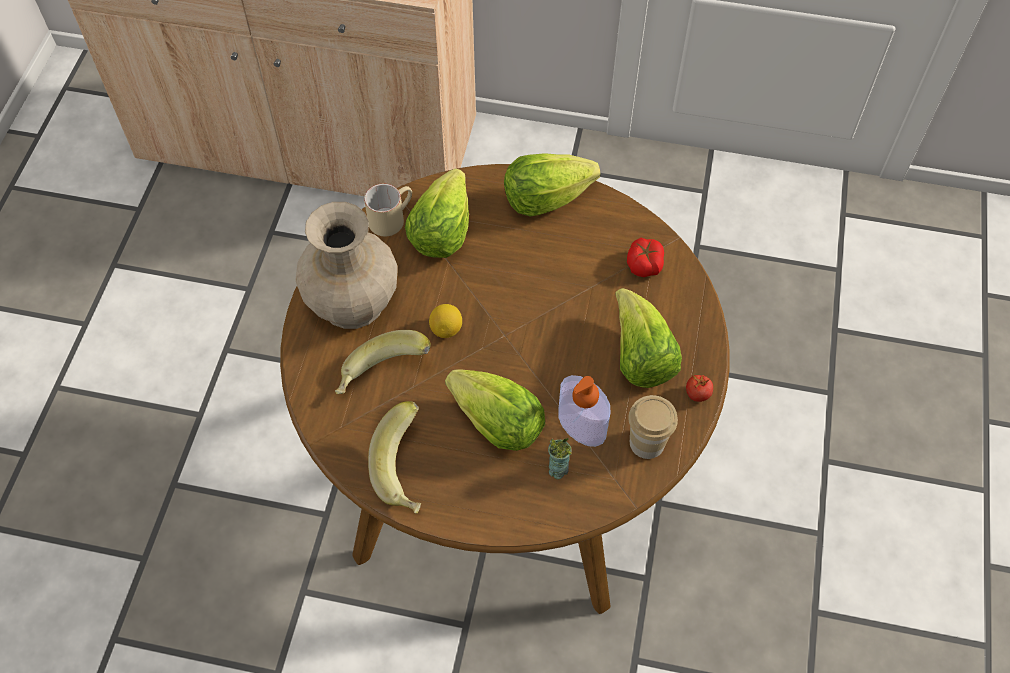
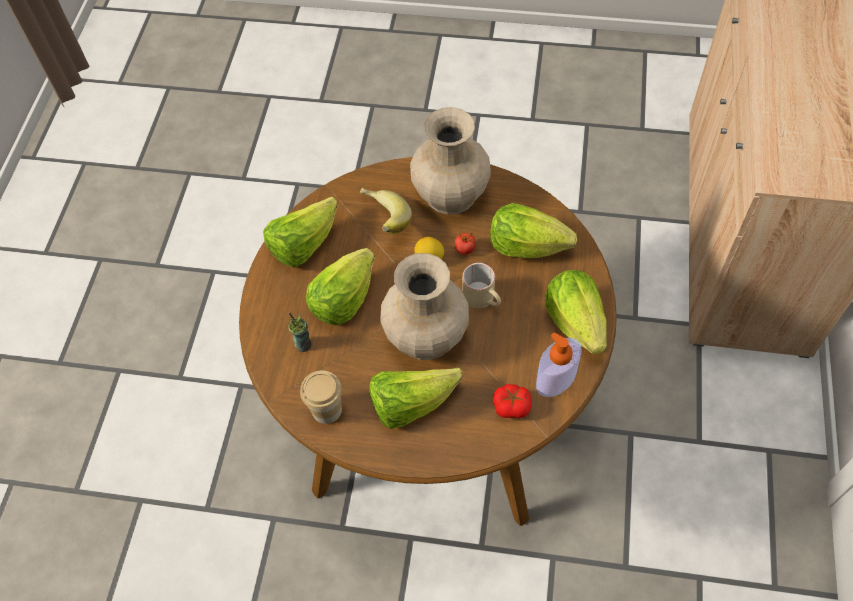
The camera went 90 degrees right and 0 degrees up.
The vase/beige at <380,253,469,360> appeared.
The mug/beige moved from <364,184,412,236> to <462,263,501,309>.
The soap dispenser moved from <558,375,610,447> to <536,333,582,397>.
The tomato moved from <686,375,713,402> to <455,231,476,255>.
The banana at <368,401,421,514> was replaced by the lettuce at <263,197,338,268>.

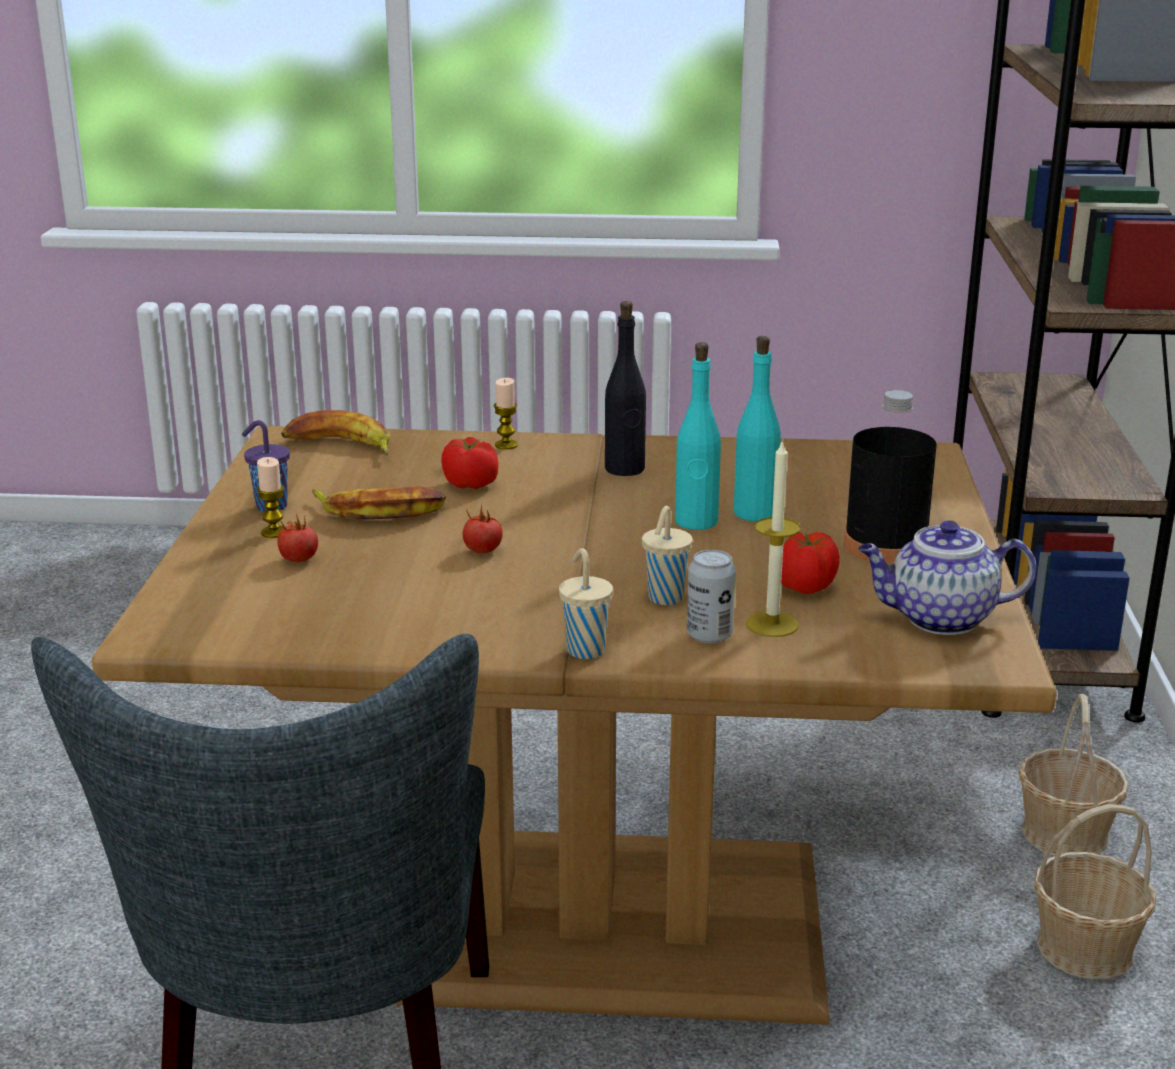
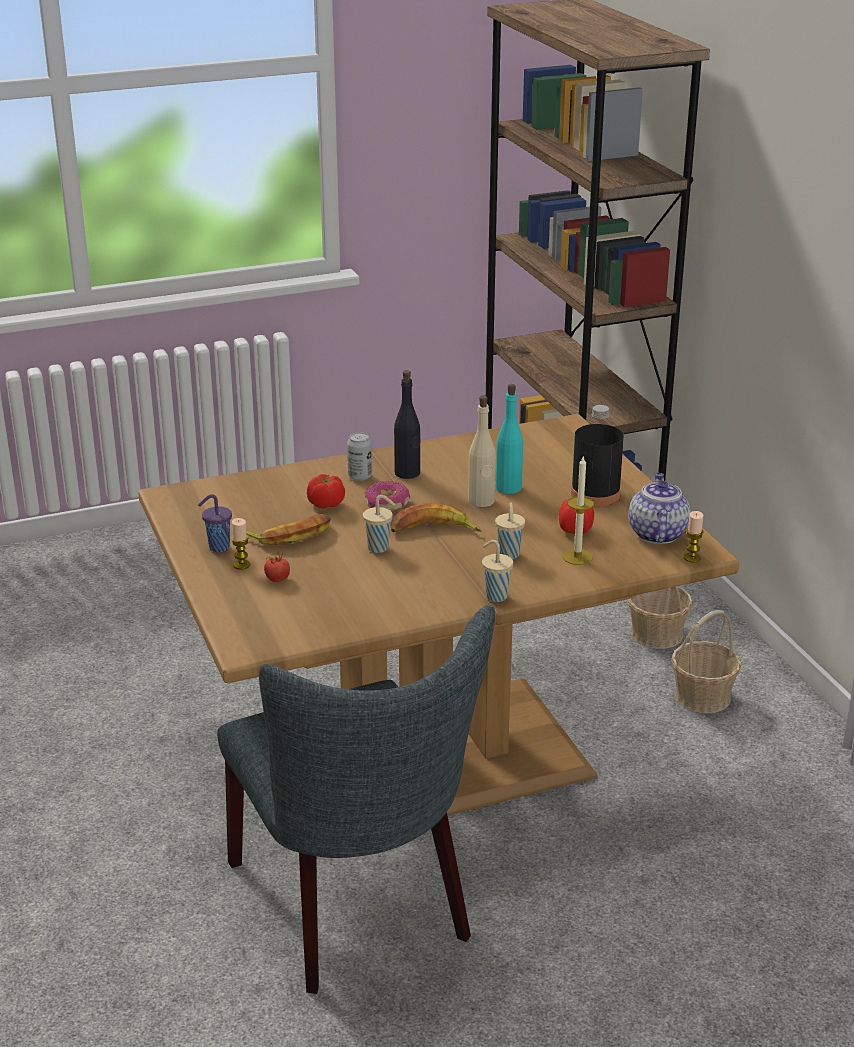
The camera went 25 degrees left and 5 degrees up.
The donut at <365,481,410,511> appeared.
The banana moved from <281,410,390,455> to <390,503,482,532>.
The candle moved from <494,378,518,450> to <684,511,704,562>.
The can moved from <687,550,736,644> to <347,432,372,481>.
The tomato at <463,505,503,553> was replaced by the cup/beige at <363,495,396,553>.
The bottle/turquoise at <675,342,721,530> became the bottle/beige at <468,396,496,507>.
The teapot at <858,520,1036,635> turned 120 degrees clockwise.

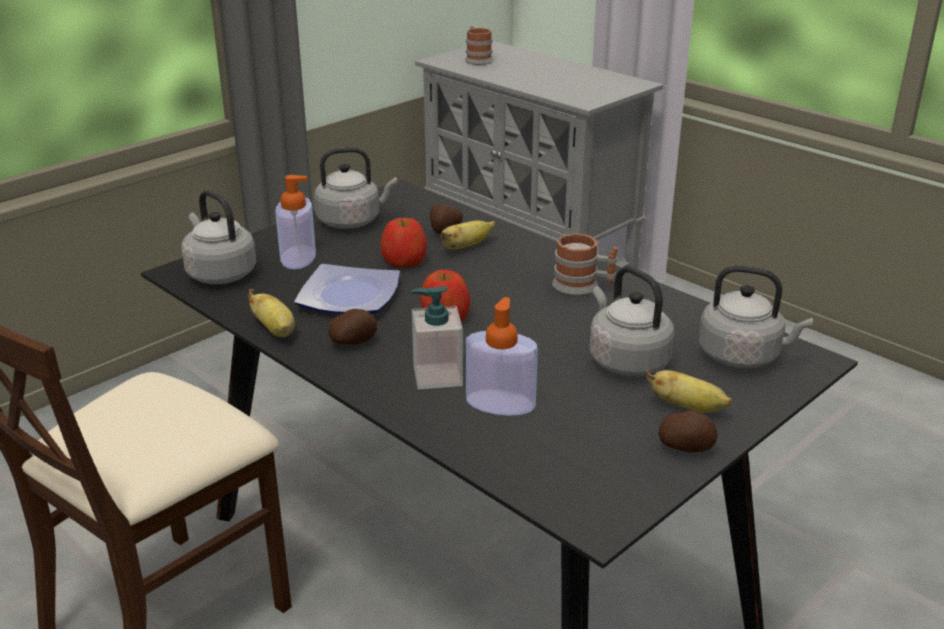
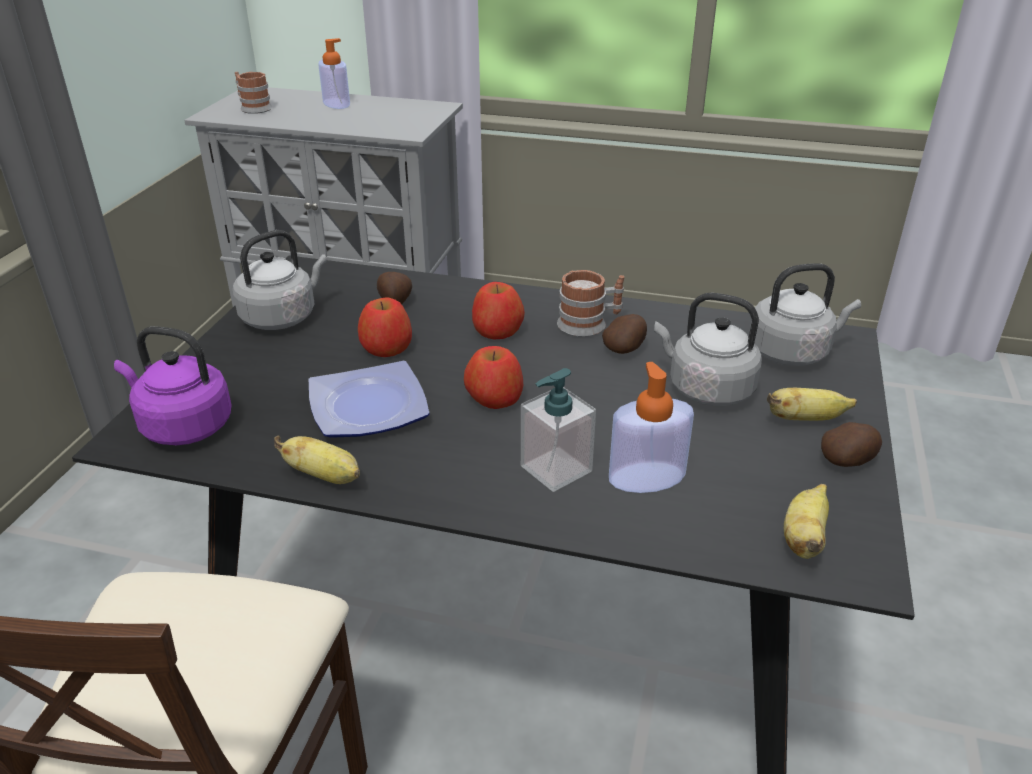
The camera went 30 degrees left and 5 degrees up.
The apple at <472,282,525,340> appeared.
The soap dispenser moved from <275,175,316,269> to <318,38,350,109>.
The potato moved from <328,309,377,345> to <602,314,647,354>.
The banana moved from <441,221,495,250> to <784,484,829,559>.
The kettle/grey at <181,190,256,284> became the kettle/purple at <114,326,231,445>.

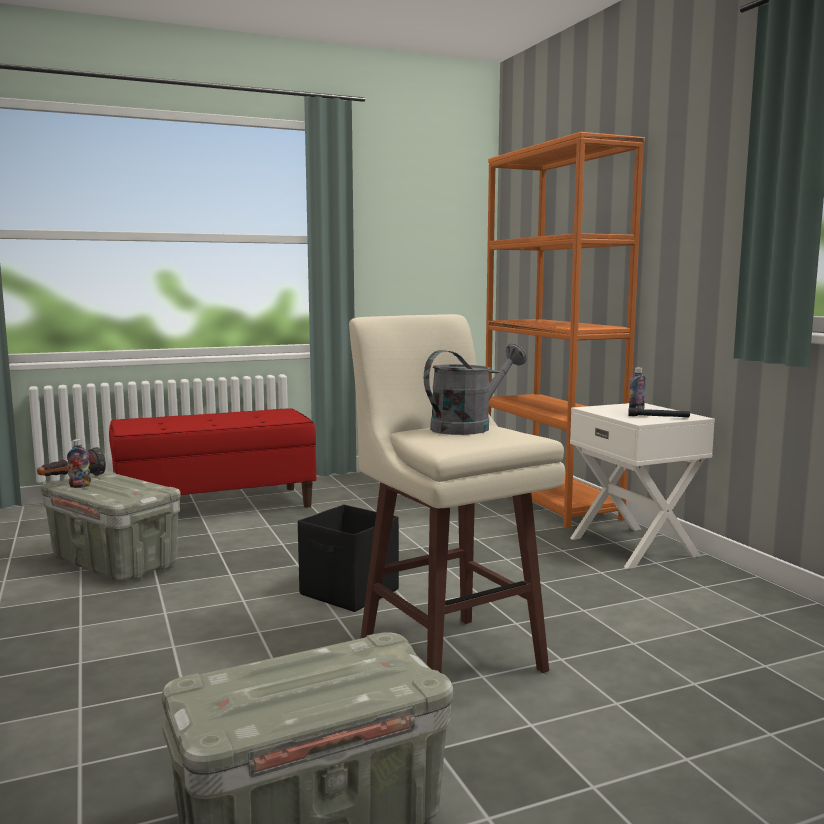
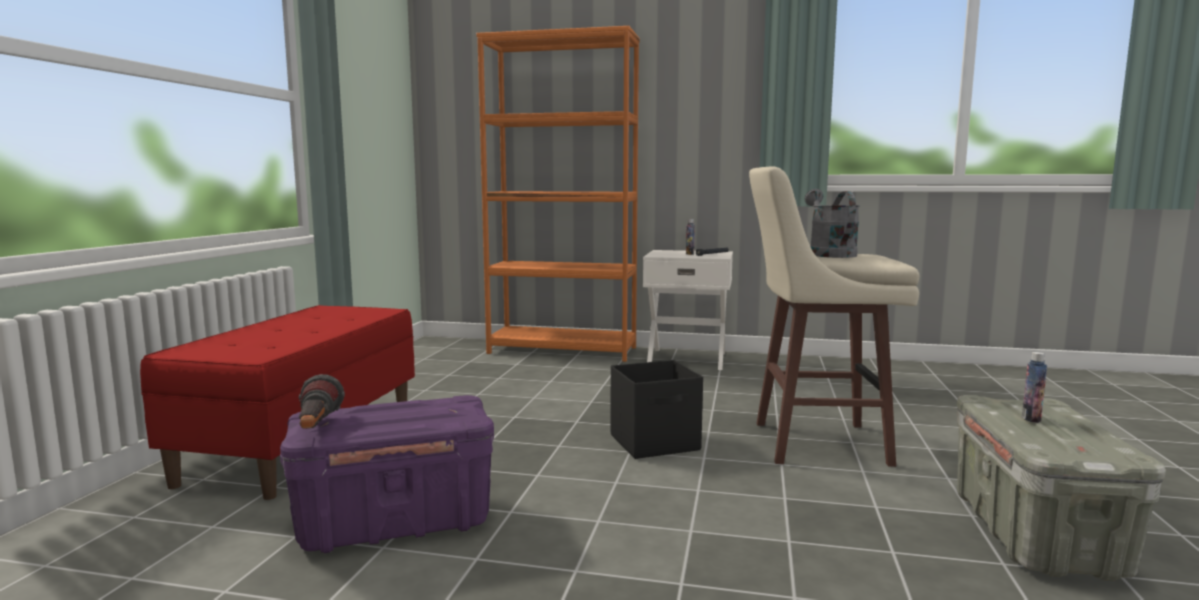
The camera went 55 degrees left and 0 degrees up.
The bottle moved from <67,439,91,488> to <1022,352,1047,423>.
The storage box/grey at <41,471,181,581> became the storage box/purple at <280,395,494,553>.

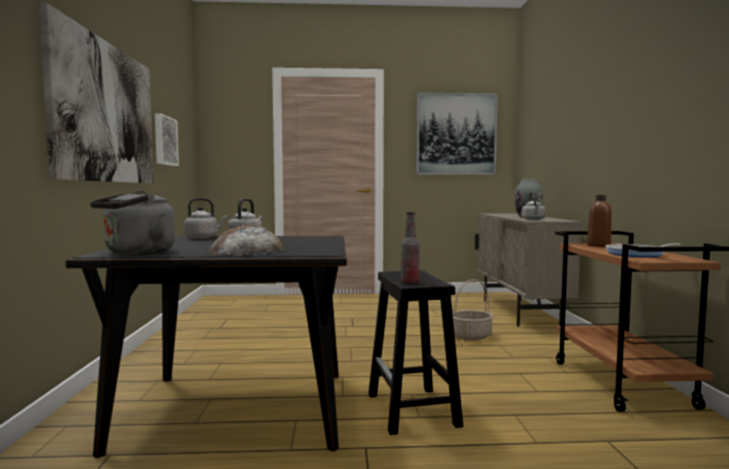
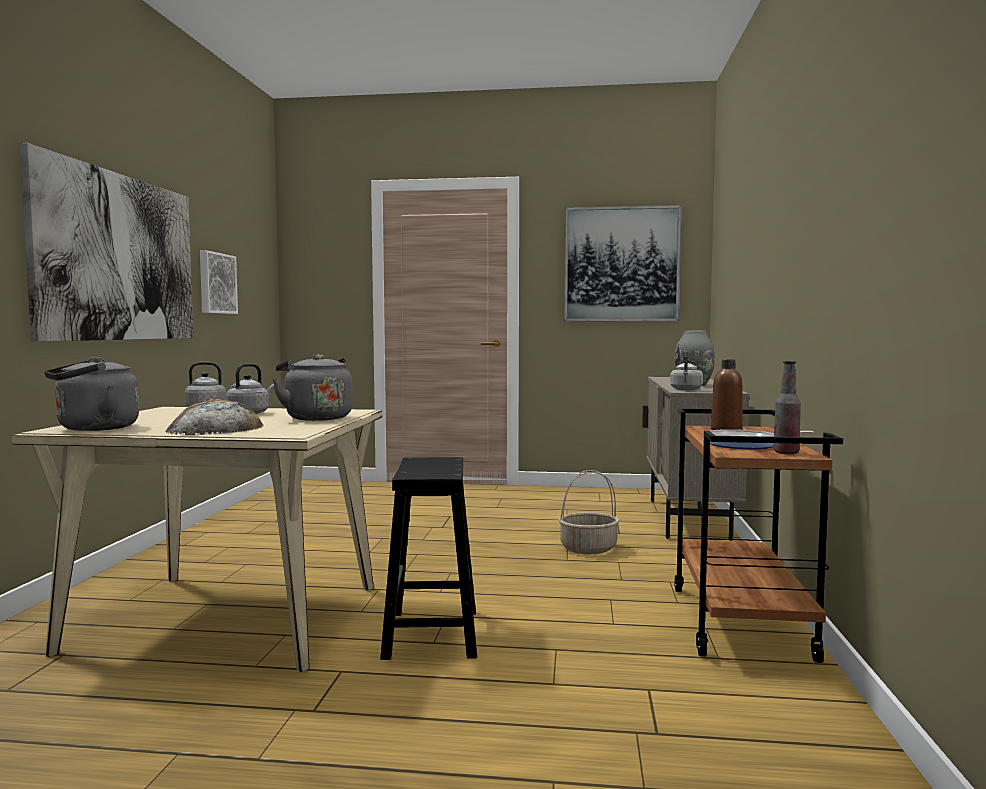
The camera went 10 degrees right and 0 degrees up.
The kettle/grey at <272,354,353,421> appeared.
The bottle moved from <401,212,420,284> to <773,361,801,454>.
The dining table/black at <66,236,347,458> became the dining table/beige at <12,407,382,672>.

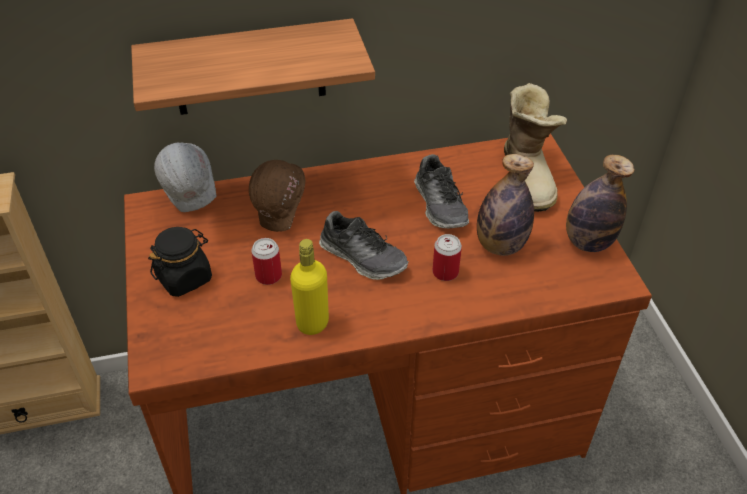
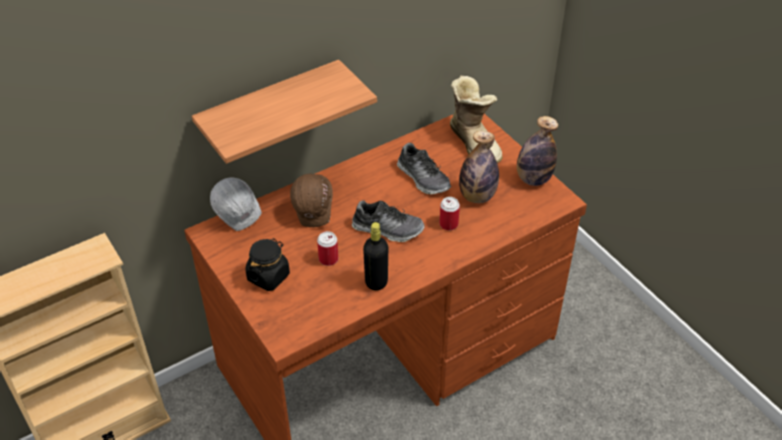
The camera went 20 degrees left and 0 degrees up.
The bottle/yellow at <290,239,329,335> became the bottle/black at <363,222,388,291>.

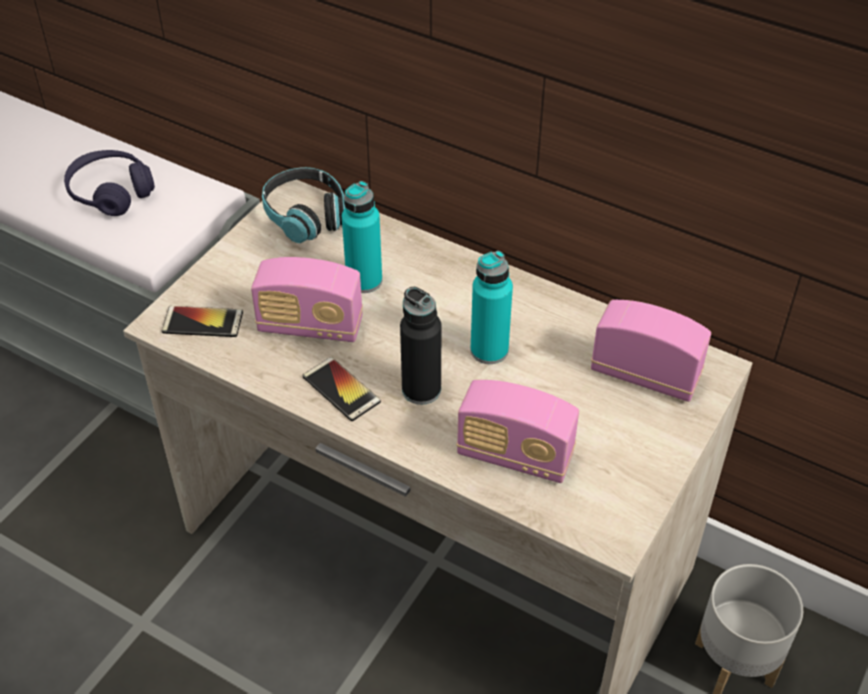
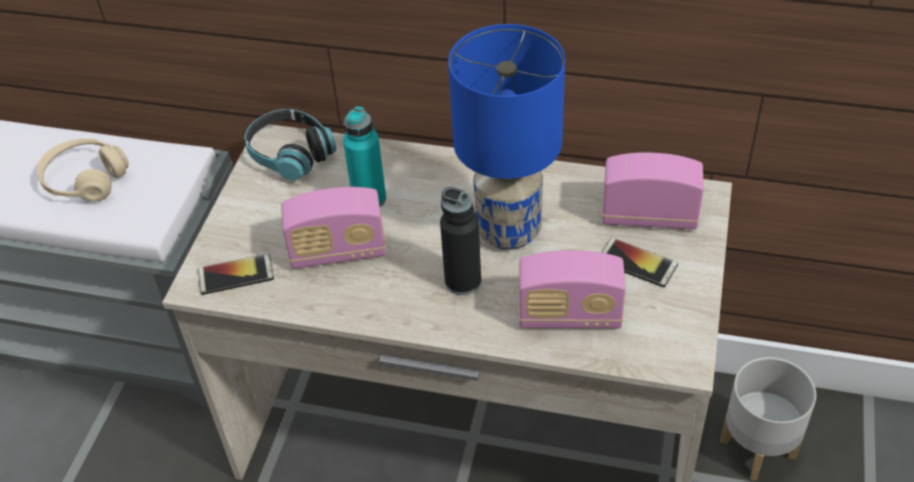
The camera went 15 degrees left and 0 degrees up.
The phone moved from <303,357,381,421> to <601,238,678,287>.
The bottle/turquoise at <470,251,513,364> was replaced by the table lamp/blue at <448,24,565,250>.
The headphones/purple at <64,150,155,216> became the headphones/beige at <37,139,129,201>.

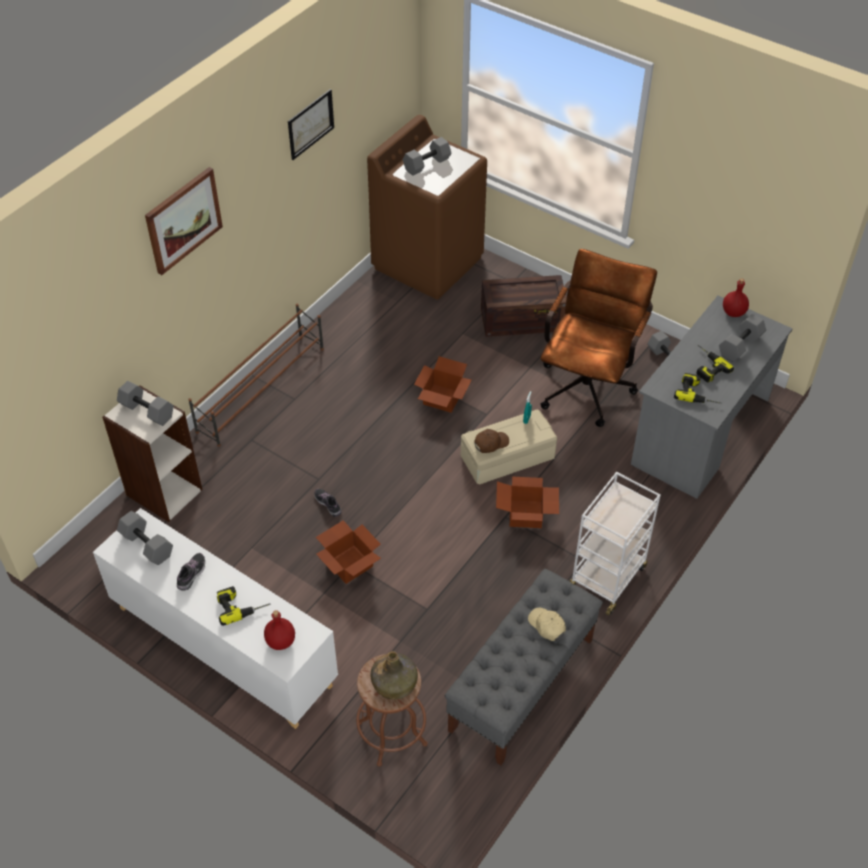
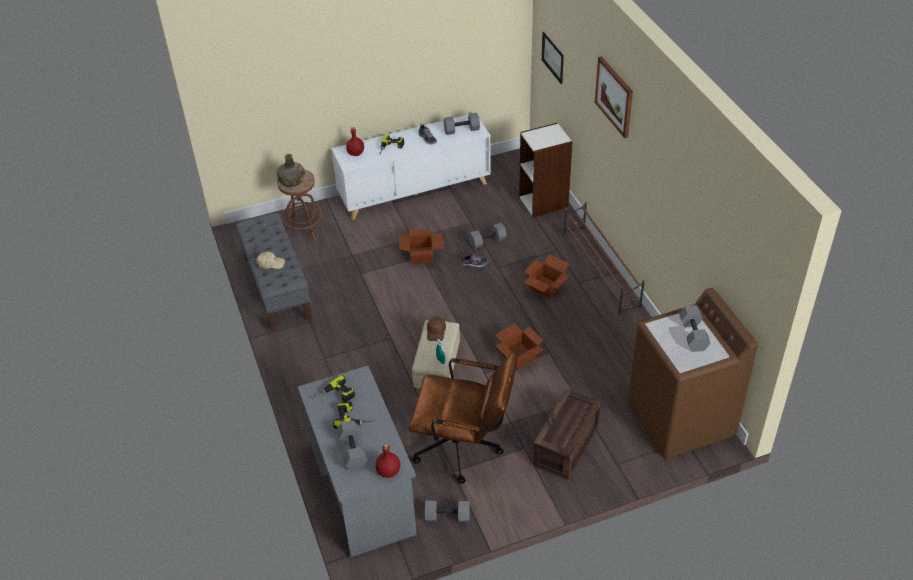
The camera went 125 degrees right and 5 degrees down.
The cart/white at <570,472,661,616> disappeared.
The dumbbell/grey moved from <117,381,174,426> to <469,223,507,249>.
The picture moved from <288,89,334,160> to <542,32,564,84>.
The cardboard box moved from <496,477,559,528> to <524,254,569,299>.
The office chair/brown at <540,249,657,427> turned 45 degrees counterclockwise.

